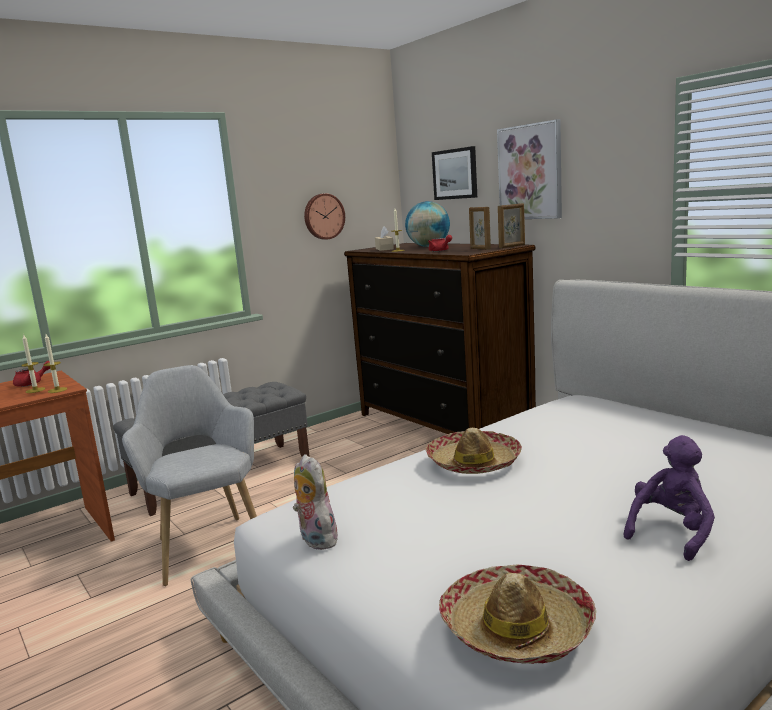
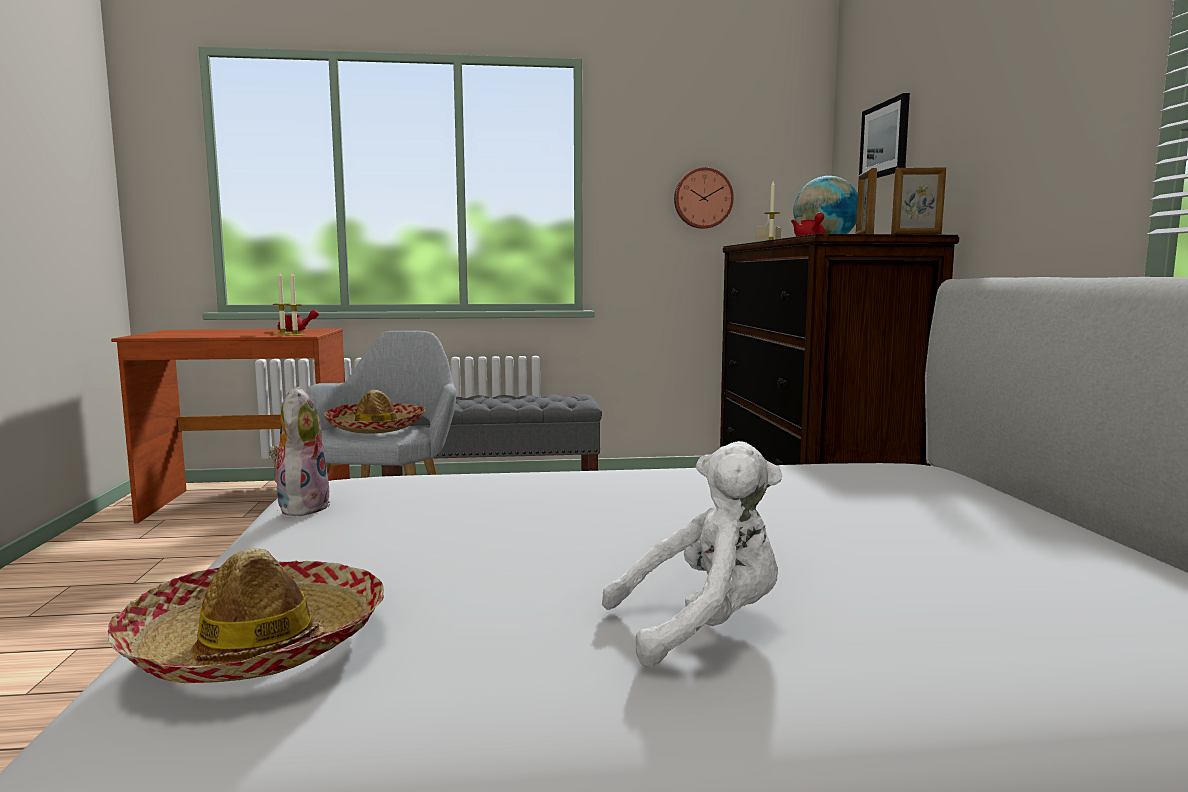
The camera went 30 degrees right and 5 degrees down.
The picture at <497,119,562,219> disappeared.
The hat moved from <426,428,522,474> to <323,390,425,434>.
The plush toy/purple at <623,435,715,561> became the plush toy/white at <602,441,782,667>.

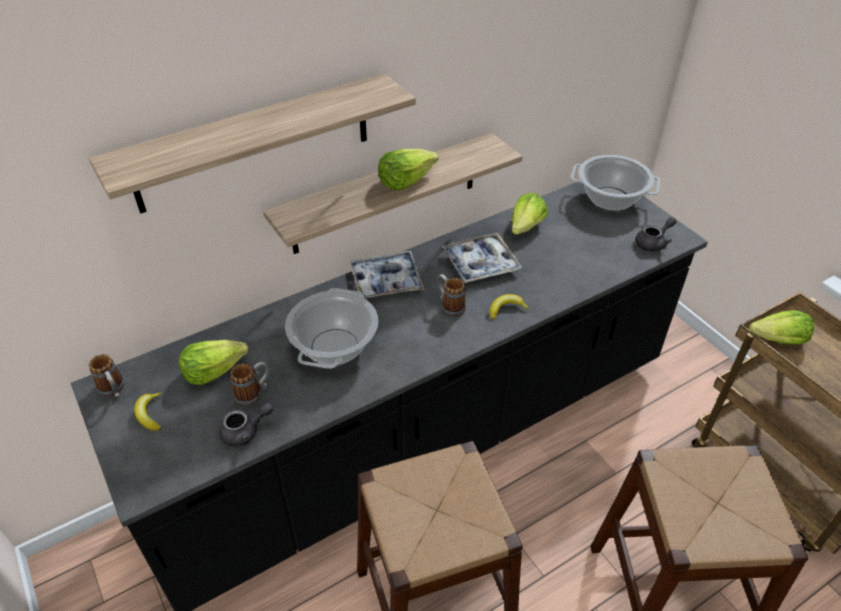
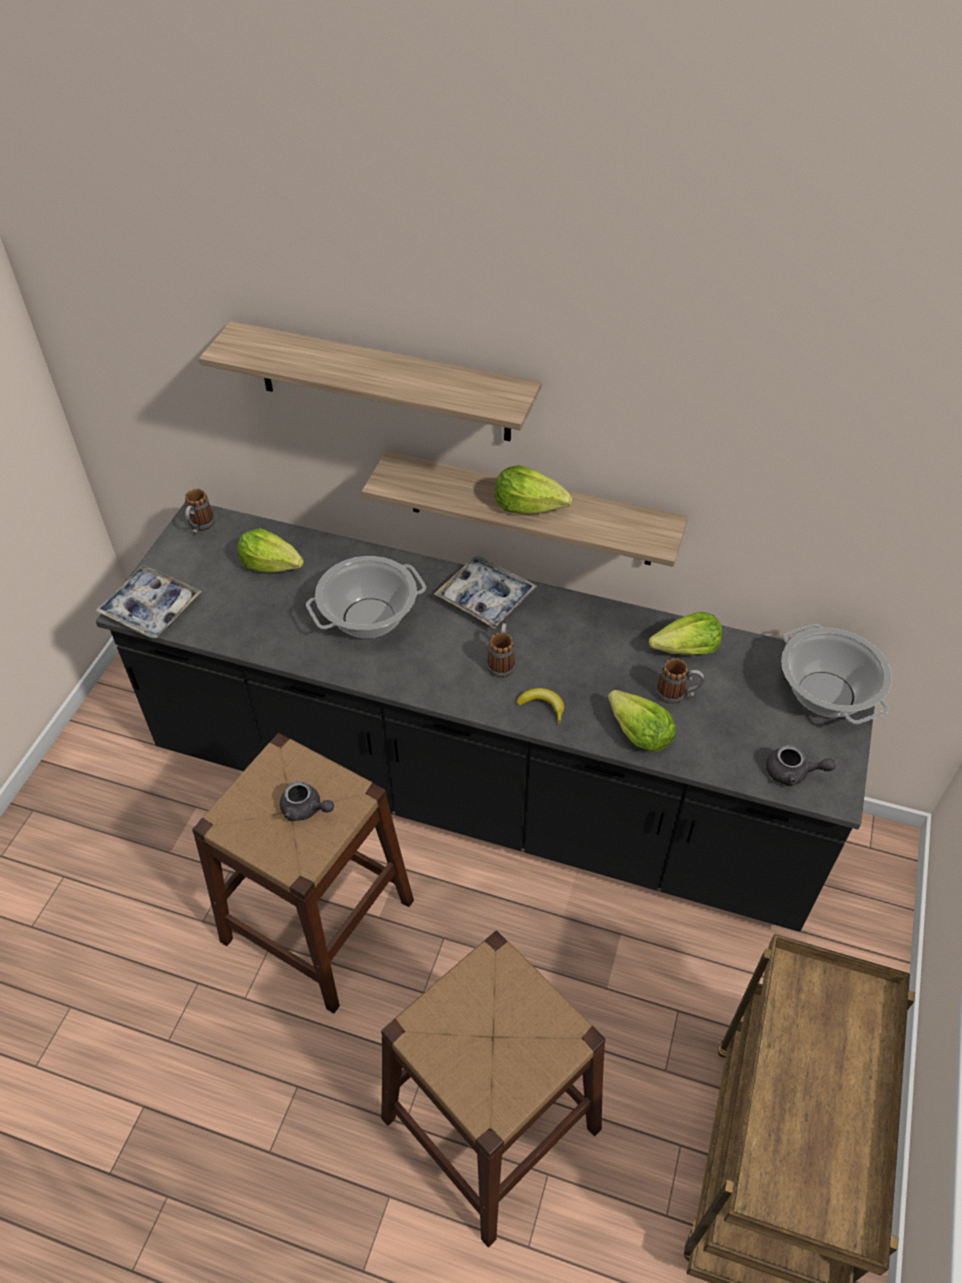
The camera went 50 degrees right and 5 degrees up.
The banana at <134,392,161,431> disappeared.
The teapot/grey moved from <219,403,273,446> to <280,781,334,821>.
The mug moved from <231,362,269,406> to <656,658,704,704>.
The tray moved from <442,232,522,283> to <95,565,202,638>.
The lettuce moved from <749,310,814,345> to <608,690,676,752>.

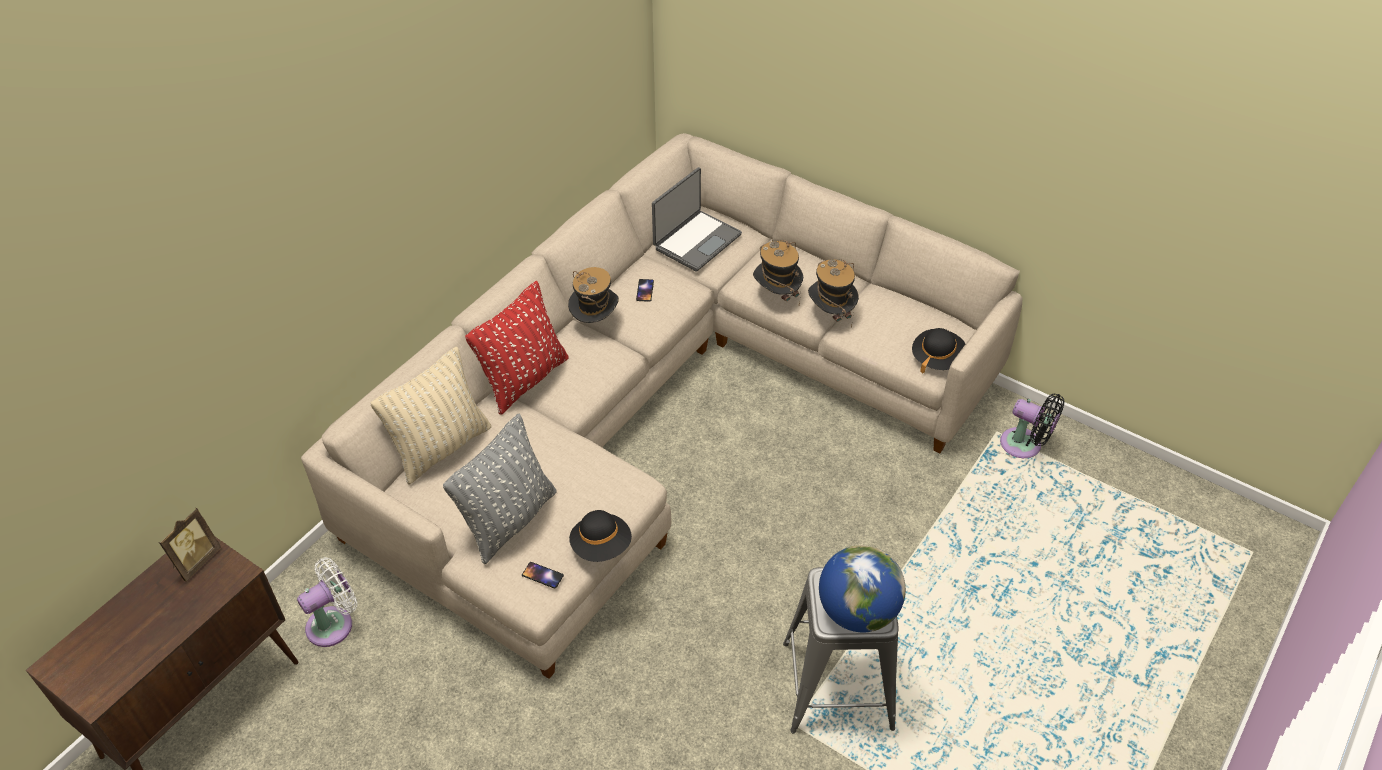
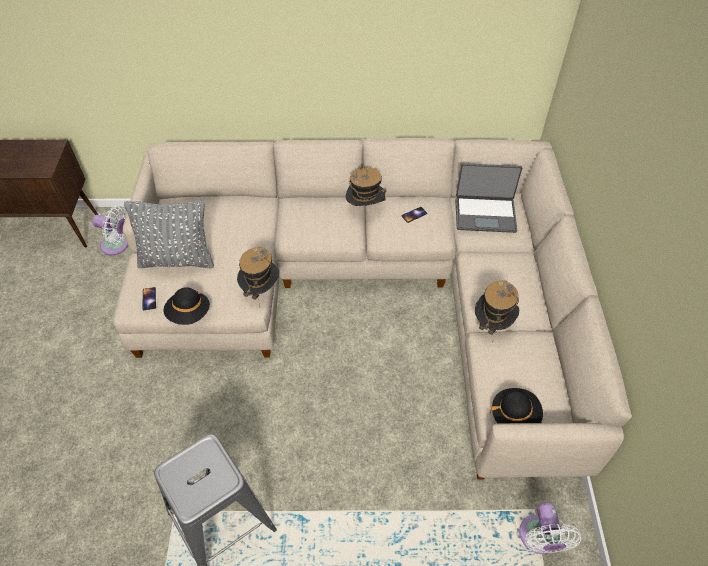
The camera went 55 degrees right and 5 degrees up.
The picture frame at <159,508,221,582> disappeared.
The pillow/beige at <370,347,491,484> disappeared.
The pillow/red at <465,281,569,415> disappeared.
The globe at <819,545,906,632> disappeared.
The hat moved from <753,240,803,305> to <237,247,280,300>.
The fan/black at <1000,394,1065,458> became the fan/white at <519,503,581,554>.

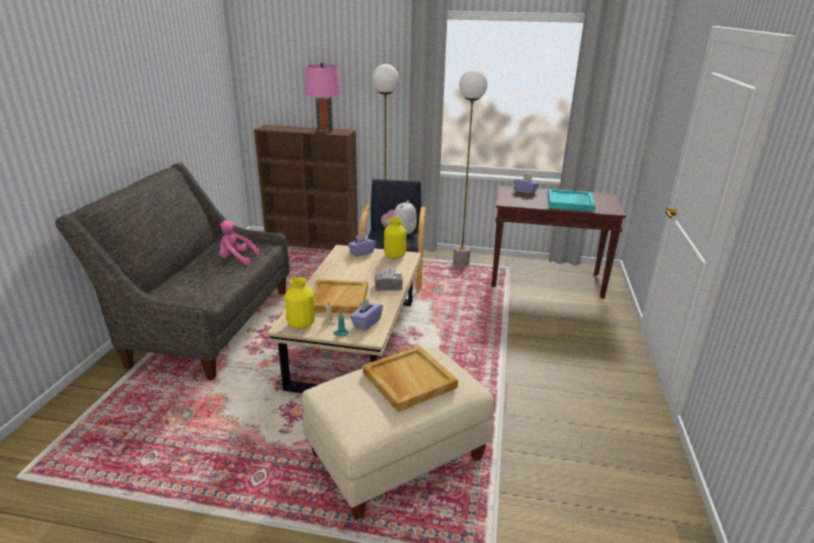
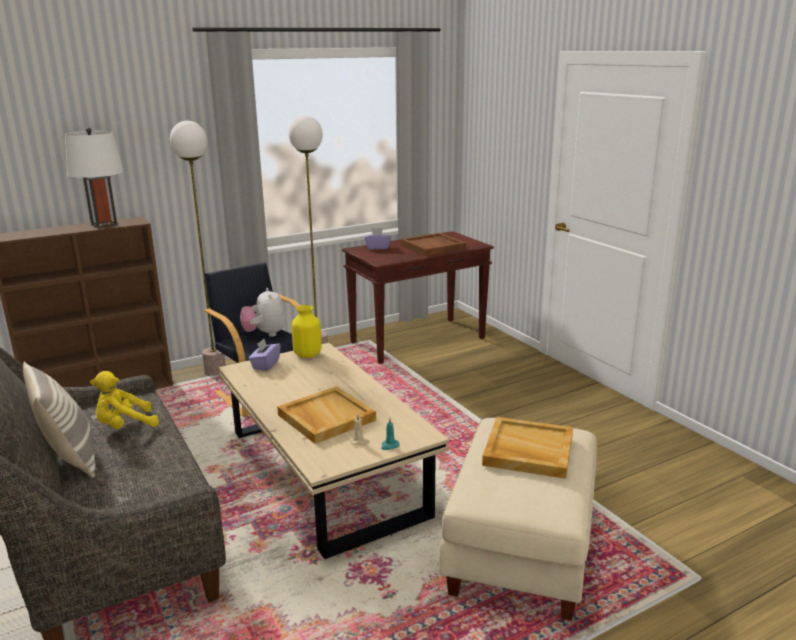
The camera went 40 degrees left and 5 degrees down.
The vase/yellow at <285,277,315,329> disappeared.
The tissue box/purple at <350,298,383,330> disappeared.
The tissue box/grey at <375,266,403,291> disappeared.
The pillow at <23,362,95,478> appeared.
The plush toy/pink at <219,220,260,265> became the plush toy/yellow at <90,371,159,429>.
The table lamp/pink at <305,62,341,133> became the table lamp/white at <65,128,124,228>.
The tray/turquoise at <547,189,596,212> became the tray/brown at <401,233,466,256>.

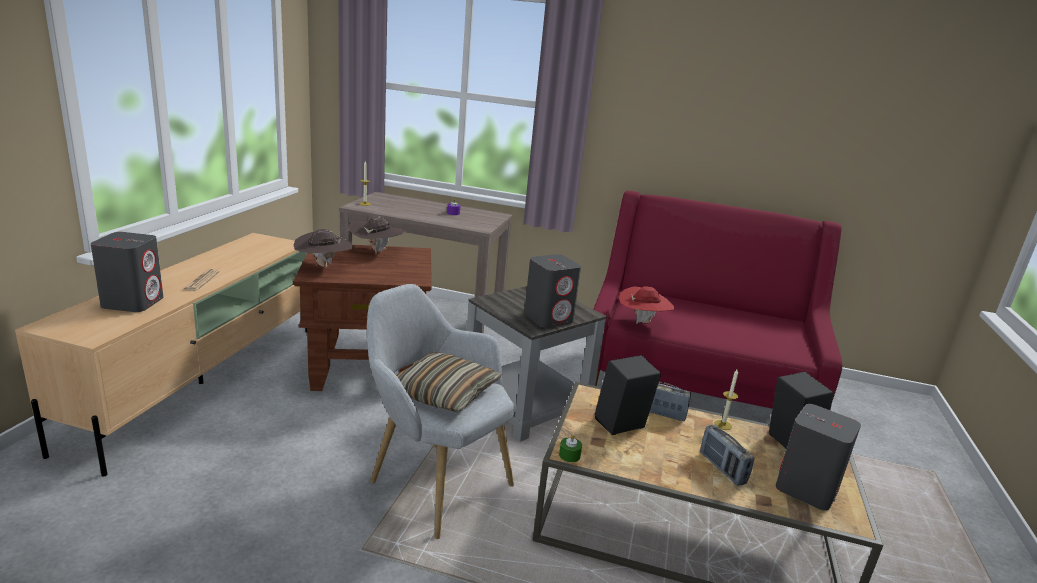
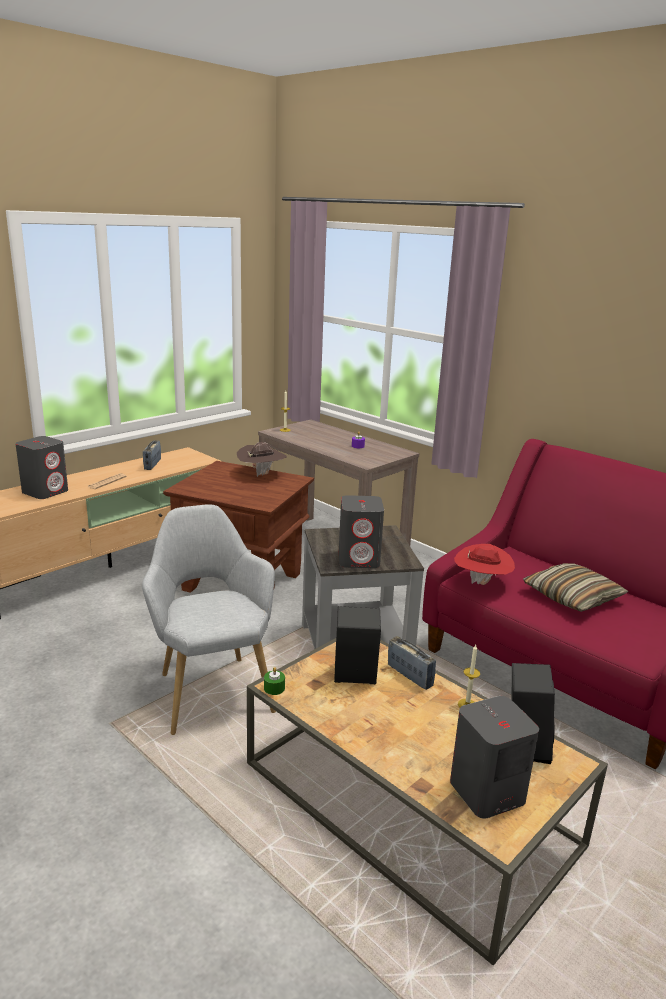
The camera went 30 degrees right and 0 degrees up.
The hat/brown at <294,229,353,268> disappeared.
The pillow moved from <396,352,502,412> to <523,563,629,612>.
The radio moved from <700,425,754,486> to <143,440,161,470>.

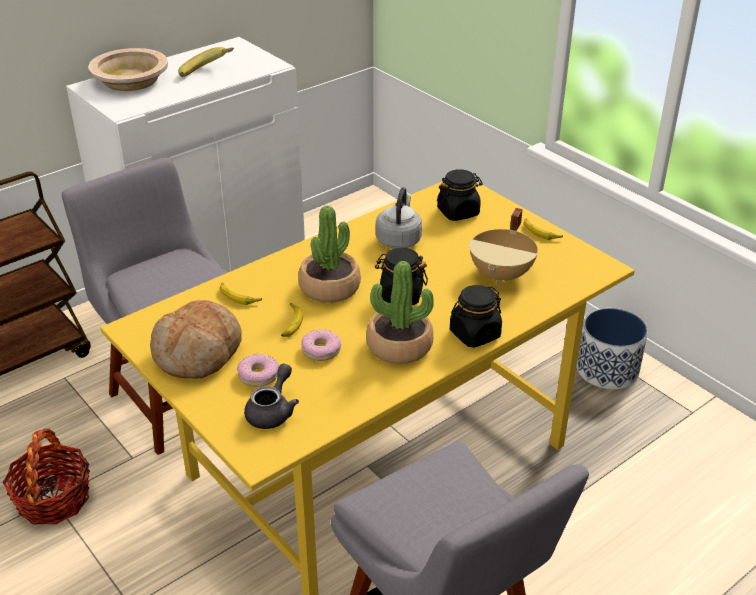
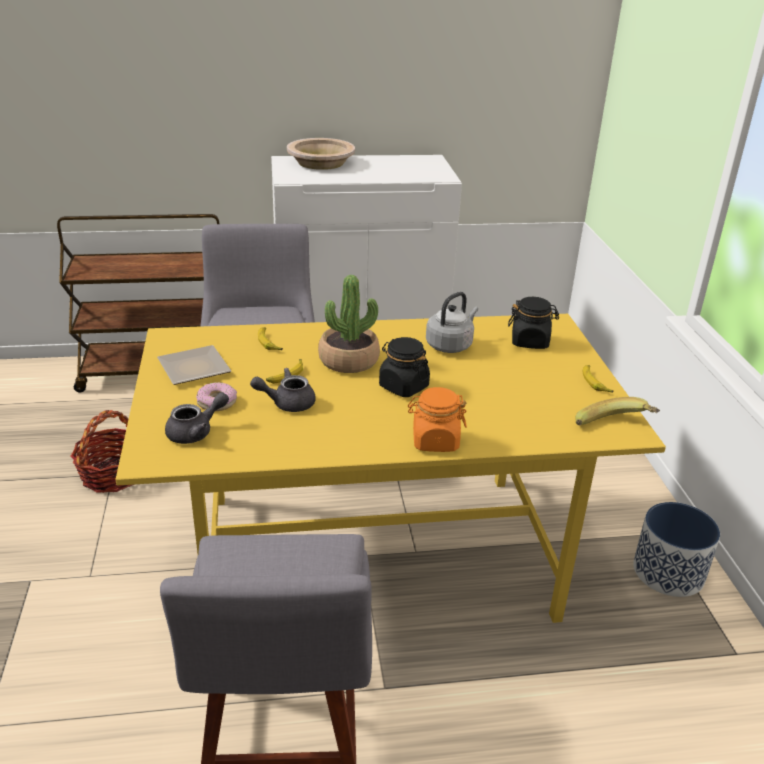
The camera went 30 degrees right and 5 degrees down.
The potted plant at <366,261,434,364> disappeared.
The cooking pot/beige at <469,208,538,284> disappeared.
The banana moved from <178,47,234,77> to <575,397,660,425>.
The bread at <150,300,241,379> was replaced by the plate at <157,345,231,385>.
The donut at <301,329,341,361> was replaced by the teapot/grey at <250,368,316,412>.
The jar/black at <450,285,502,348> became the jar/orange at <408,387,467,452>.

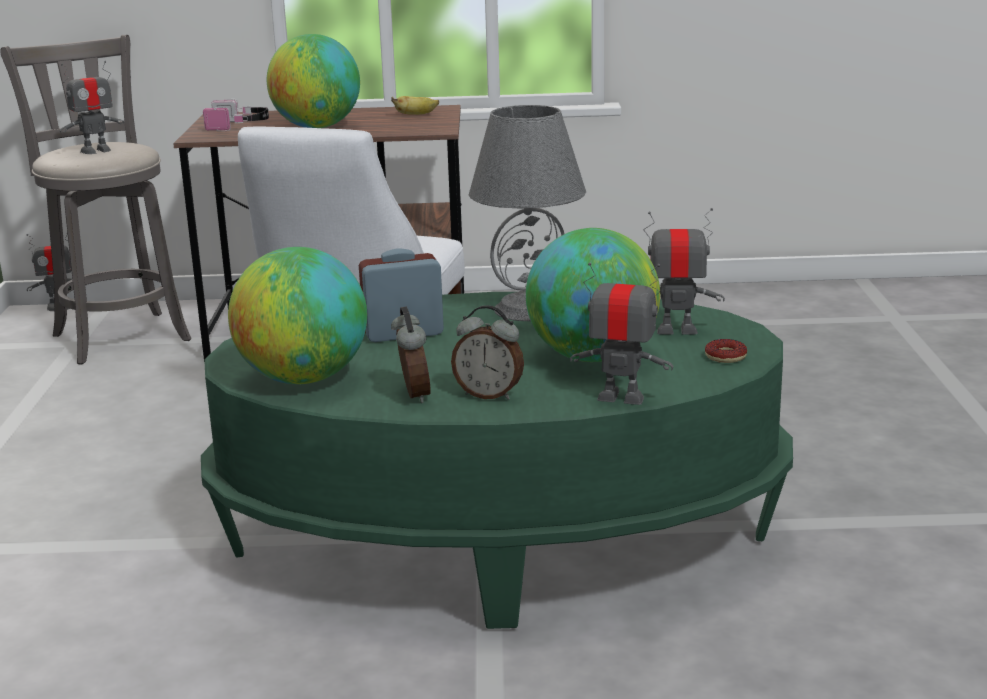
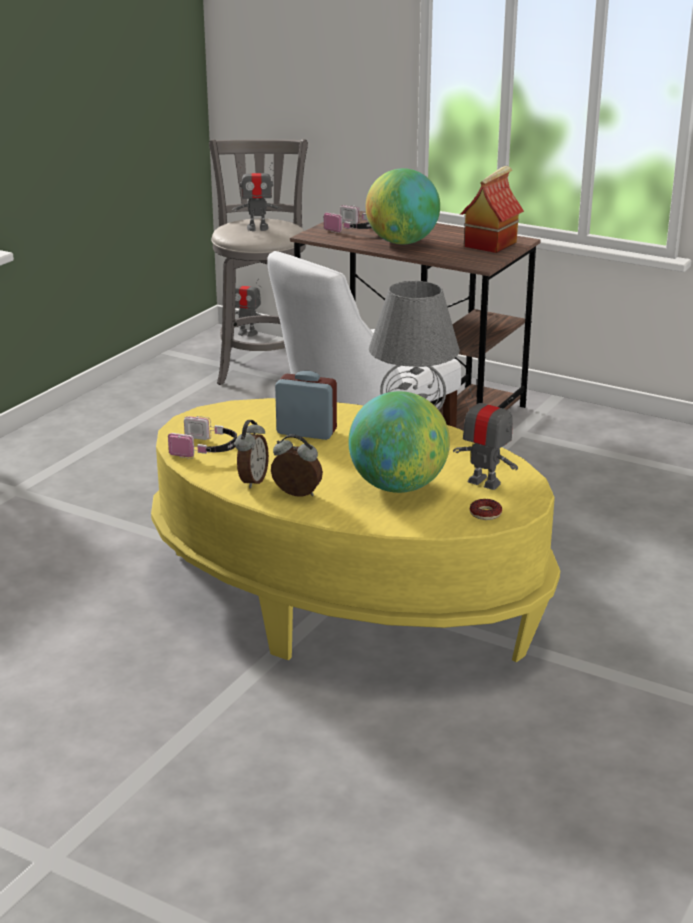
The camera went 30 degrees right and 5 degrees up.
The toy robot at <570,263,673,405> disappeared.
The globe at <228,247,367,384> was replaced by the headphones at <168,416,237,459>.
The banana at <391,96,439,115> was replaced by the toy house at <460,166,524,253>.
The coffee table/green at <201,292,793,629> became the coffee table/yellow at <151,398,560,662>.
The alarm clock at <451,305,524,400> turned 150 degrees clockwise.

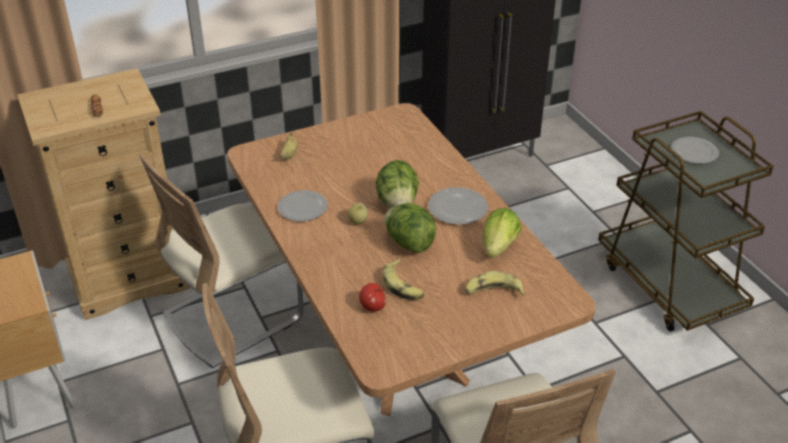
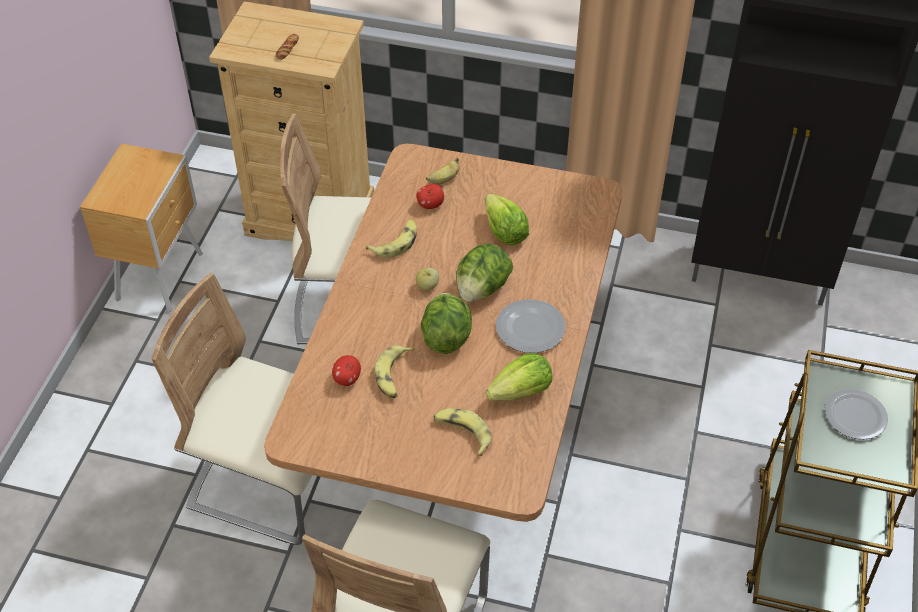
The camera went 40 degrees right and 10 degrees up.
The apple at <416,184,444,209> appeared.
The lettuce at <485,194,529,246> appeared.
The plate at <278,190,328,221> was replaced by the banana at <366,220,417,258>.

